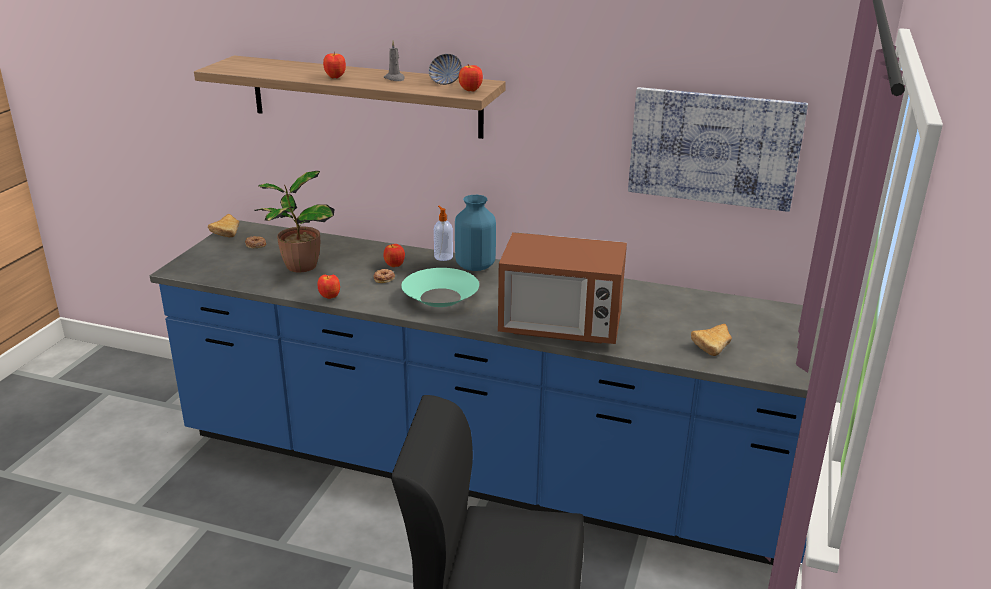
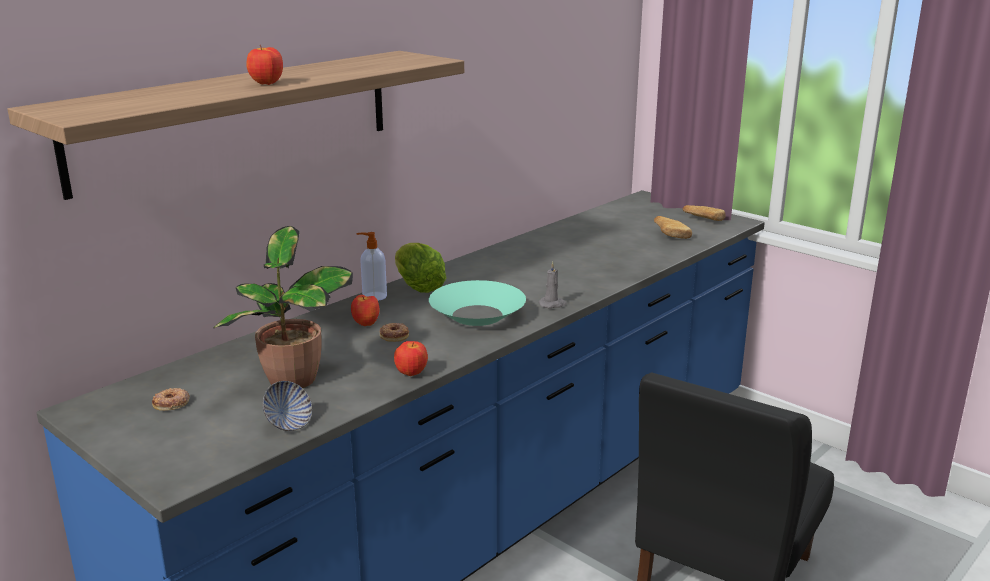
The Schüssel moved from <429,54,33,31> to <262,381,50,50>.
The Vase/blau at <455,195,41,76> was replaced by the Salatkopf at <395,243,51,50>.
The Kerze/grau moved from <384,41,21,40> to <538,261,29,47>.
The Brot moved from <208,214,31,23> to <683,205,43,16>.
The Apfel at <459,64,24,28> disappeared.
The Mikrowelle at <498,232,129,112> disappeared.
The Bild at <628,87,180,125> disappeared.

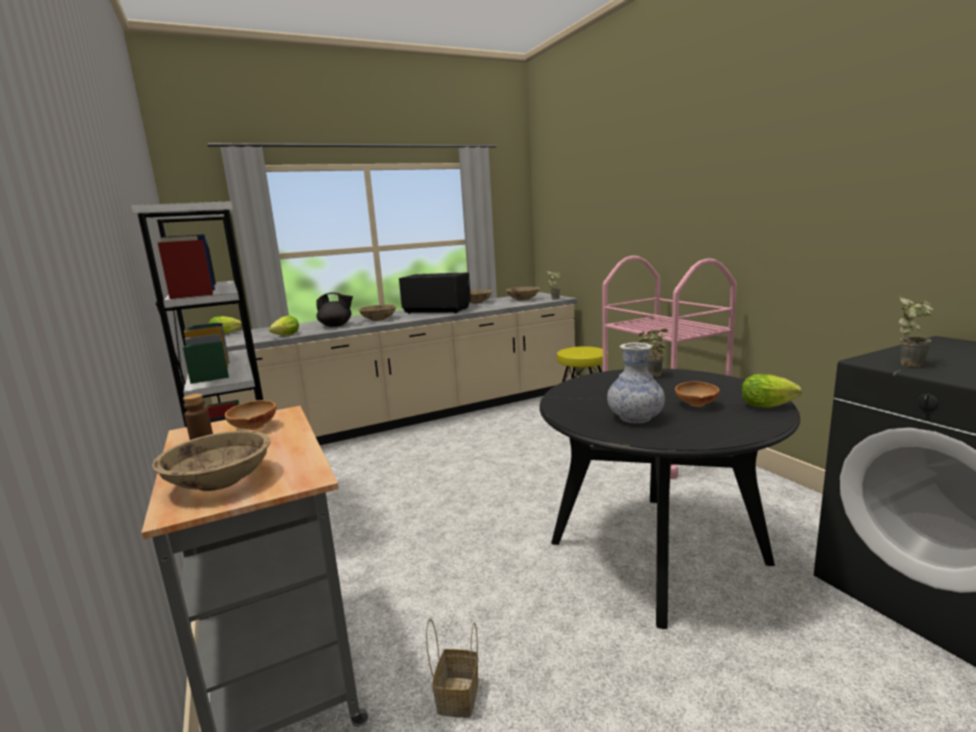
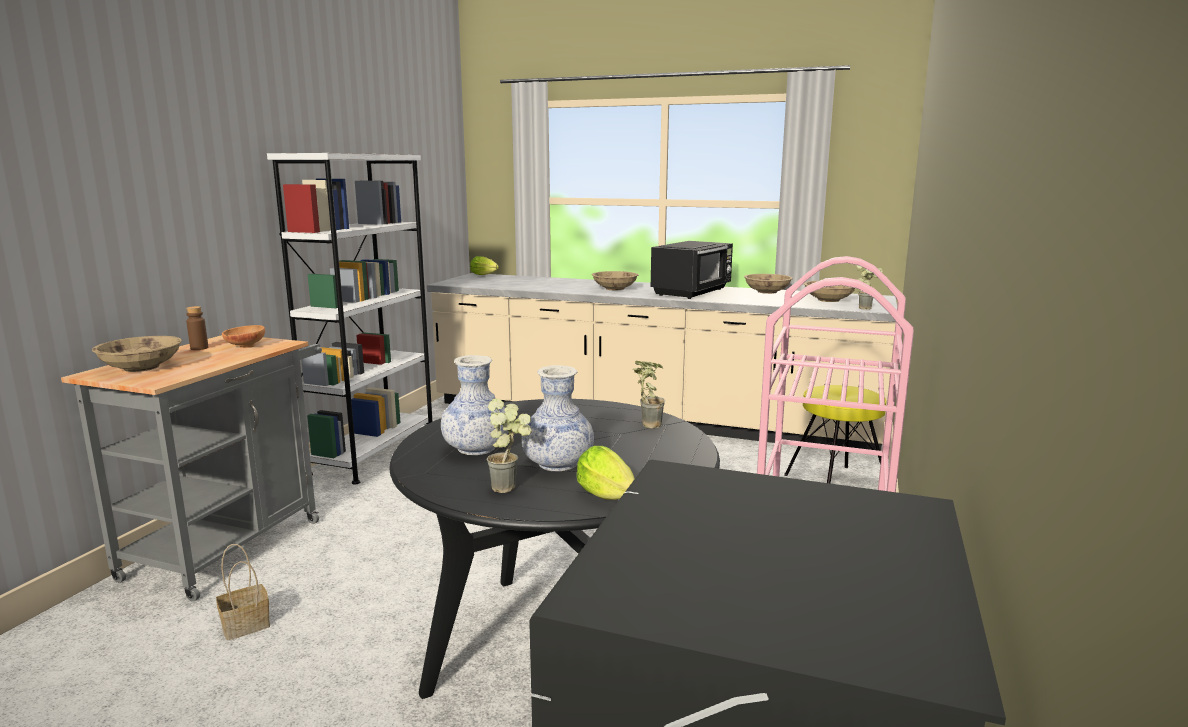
The Topfpflanze moved from <899,297,35,70> to <487,398,45,95>.
The Schüssel/braun at <675,382,44,25> was replaced by the Vase at <521,365,73,106>.
The Mikrowelle/schwarz at <399,272,72,42> turned 60 degrees clockwise.
The Salatkopf at <269,315,30,20> disappeared.
The Teekanne/schwarz at <316,292,37,35> disappeared.

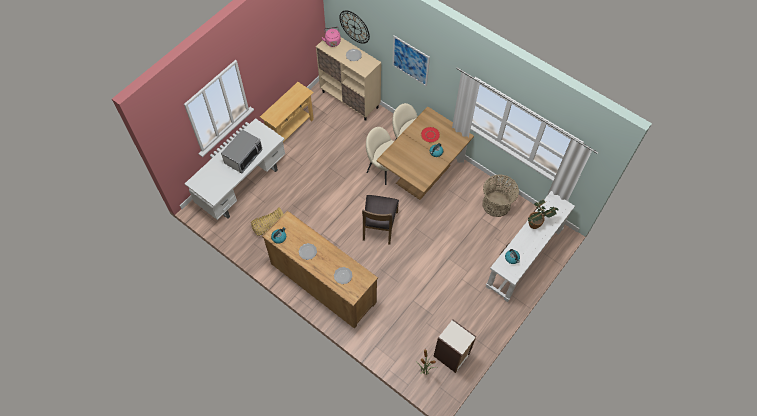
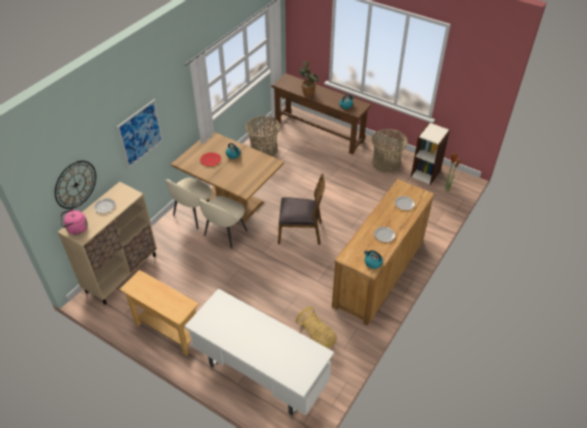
The Konsolentisch/weiß at <486,191,89,111> became the Konsolentisch/braun at <271,73,100,82>.
The Korb at <372,129,36,43> appeared.
The Mikrowelle at <221,129,42,45> disappeared.

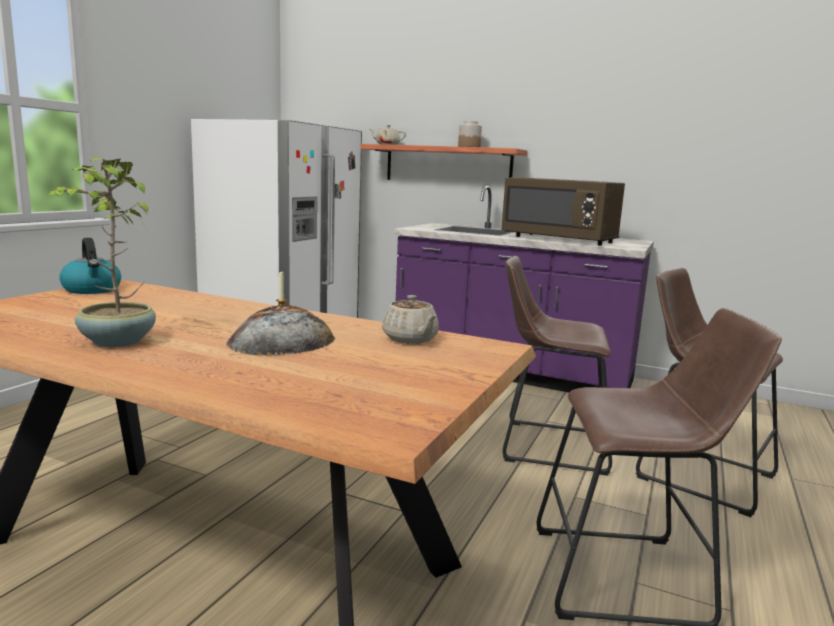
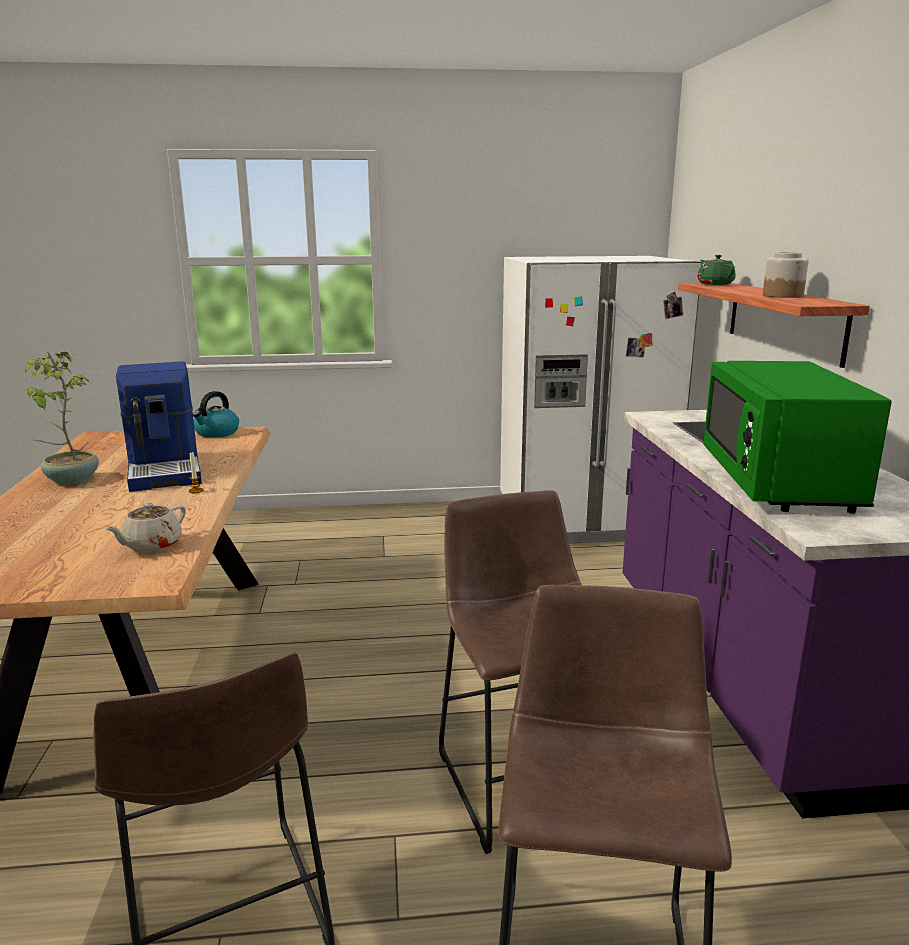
The Kaffeemaschine at <116,361,86,131> appeared.
The Teekanne/beige at <370,125,36,20> became the Teekanne/grün at <697,255,39,30>.
The Mikrowelle/braun at <502,177,123,69> became the Mikrowelle/grün at <703,361,189,153>.
The Brot at <226,305,109,50> disappeared.

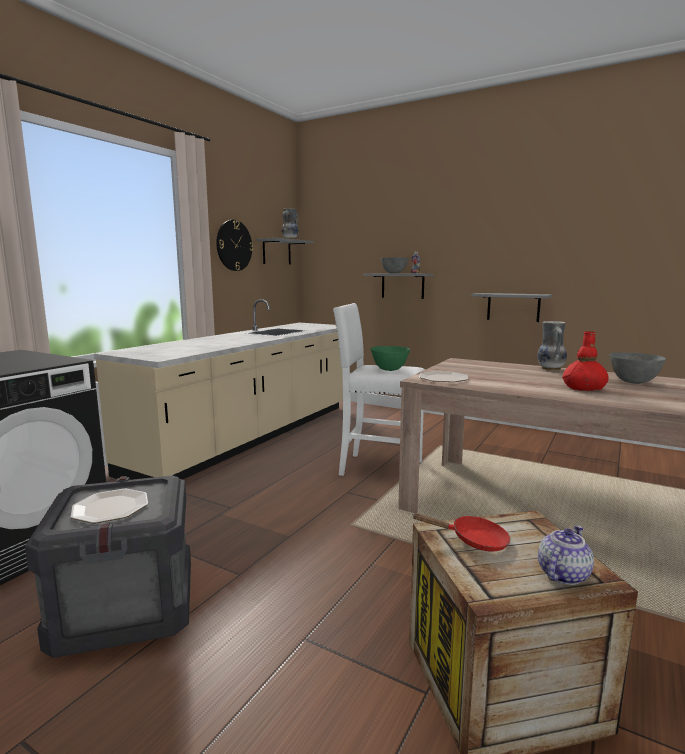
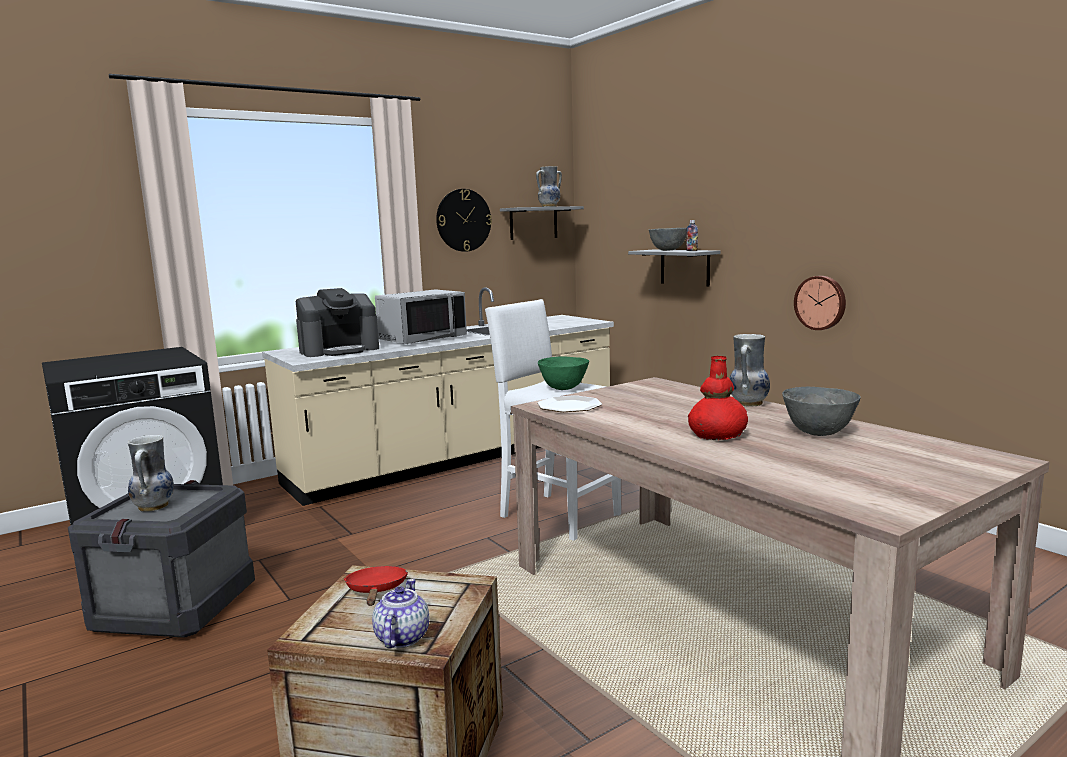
The Teller at <71,489,77,34> was replaced by the Vase at <128,435,46,77>.
The Kaffeemaschine at <296,288,83,69> appeared.
The Pfanne/rot at <412,513,98,39> turned 135 degrees counterclockwise.
The Teekanne at <538,525,56,60> turned 60 degrees counterclockwise.
The Mikrowelle/grau at <375,289,92,55> appeared.
The Wandregal/grau at <471,293,81,29> was replaced by the Wanduhr at <794,276,52,54>.

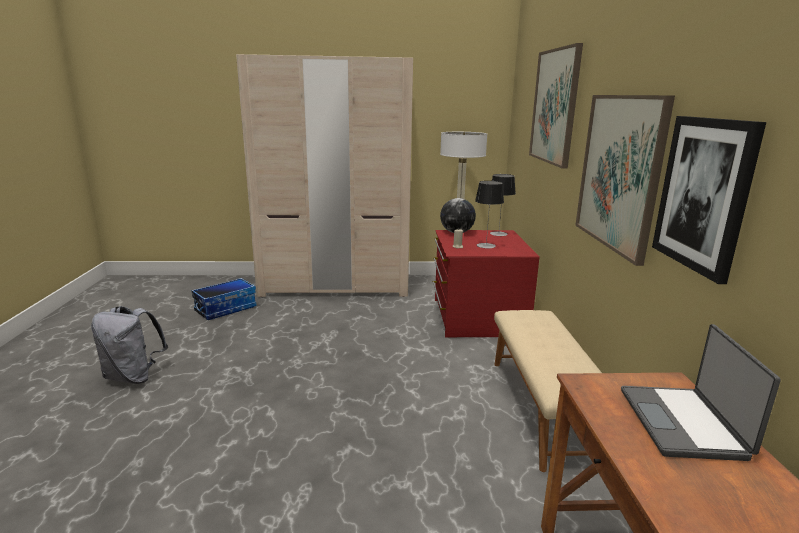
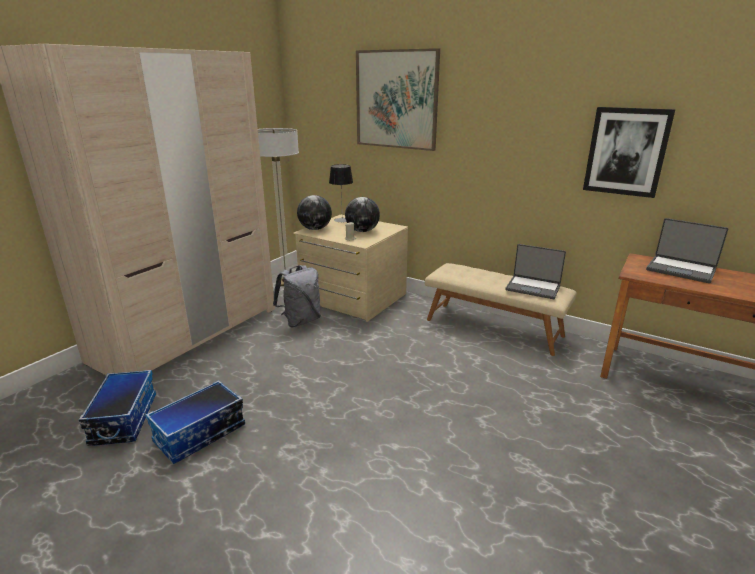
The Aufbewahrungsbox at <146,380,99,84> appeared.
The Rucksack/grau moved from <91,306,77,78> to <273,265,48,62>.
The Kommode/rot at <432,230,108,107> became the Kommode/beige at <293,215,115,107>.
The Tischlampe at <475,181,29,67> was replaced by the Globus at <345,197,35,35>.
The Laptop at <505,244,61,55> appeared.
The Bild at <575,95,100,171> disappeared.

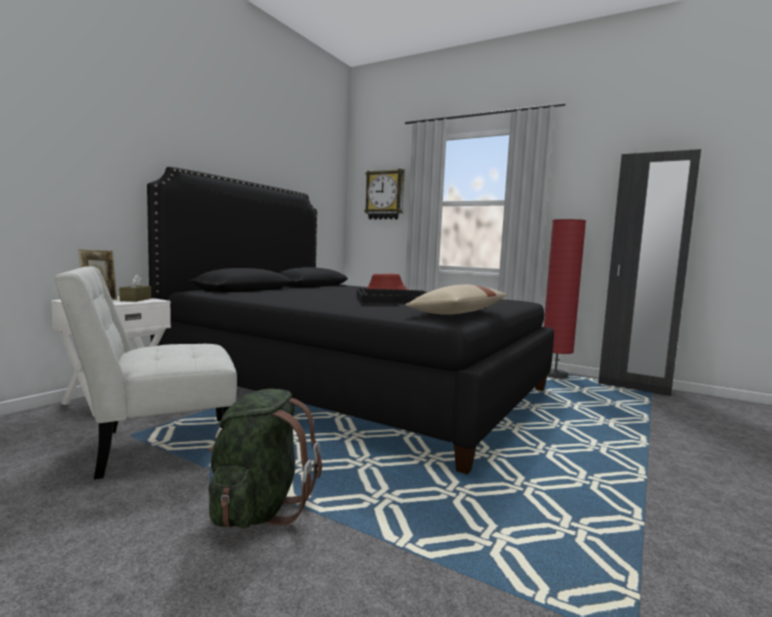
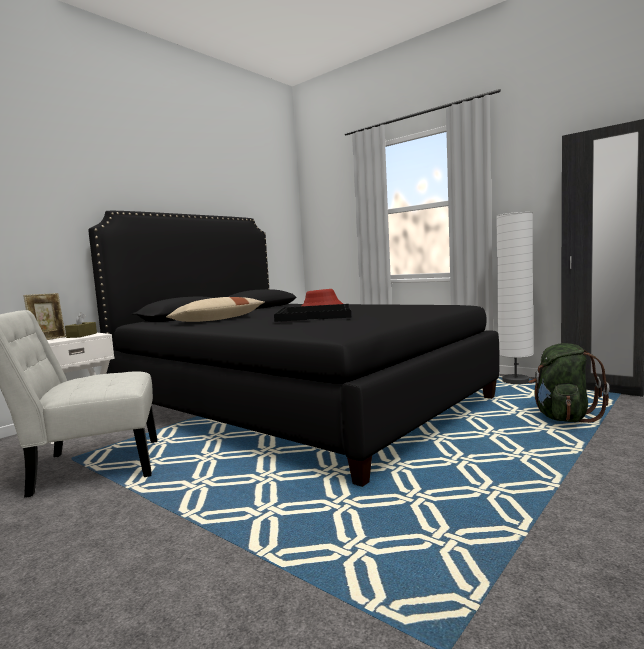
The Kissen/beige moved from <405,284,103,31> to <166,297,98,25>.
The Stehlampe/rot at <544,219,42,160> became the Stehlampe/weiß at <496,212,37,172>.
The Rucksack/grün moved from <208,389,114,139> to <528,343,81,80>.
The Wanduhr at <364,169,41,50> disappeared.

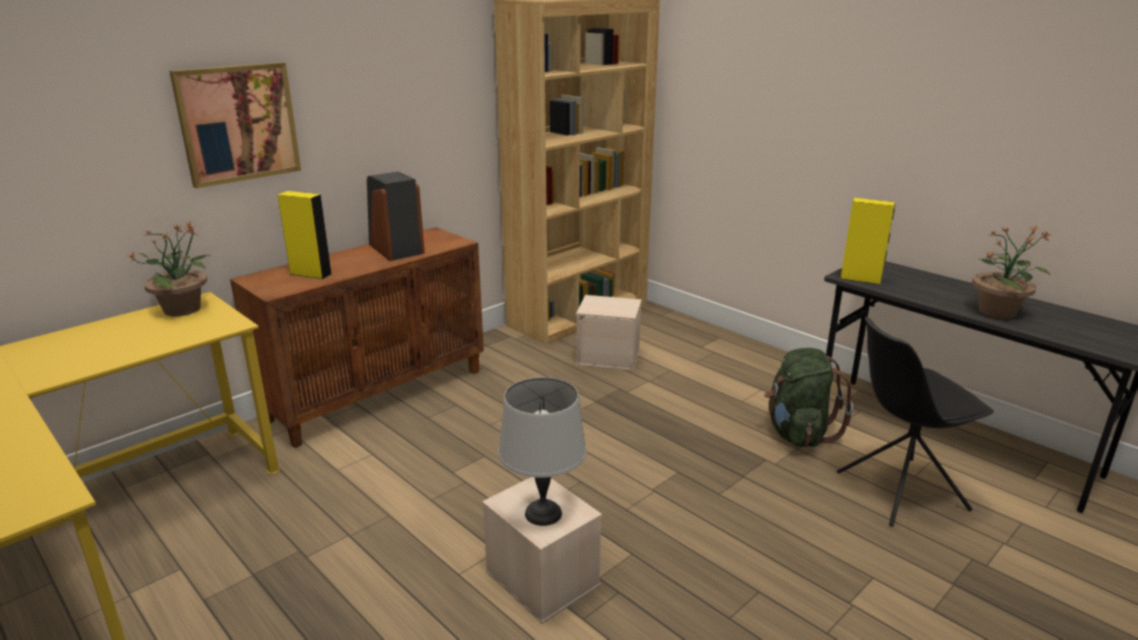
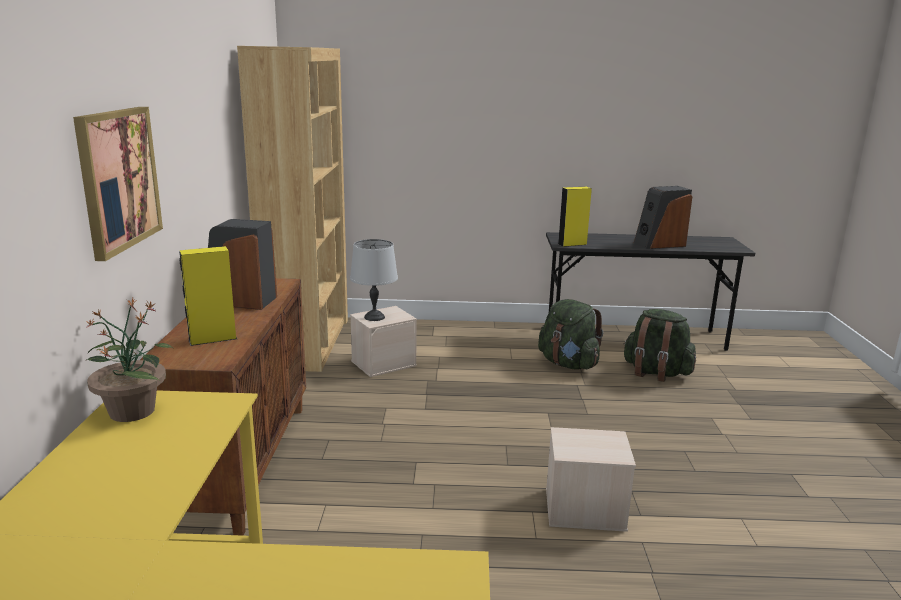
The Tischlampe/grau moved from <498,377,88,149> to <350,239,48,82>.
The Stuhl/schwarz at <837,317,157,210> was replaced by the Rucksack/grün at <624,309,72,73>.
The Topfpflanze at <972,226,79,93> was replaced by the Lautsprecher at <634,186,58,63>.

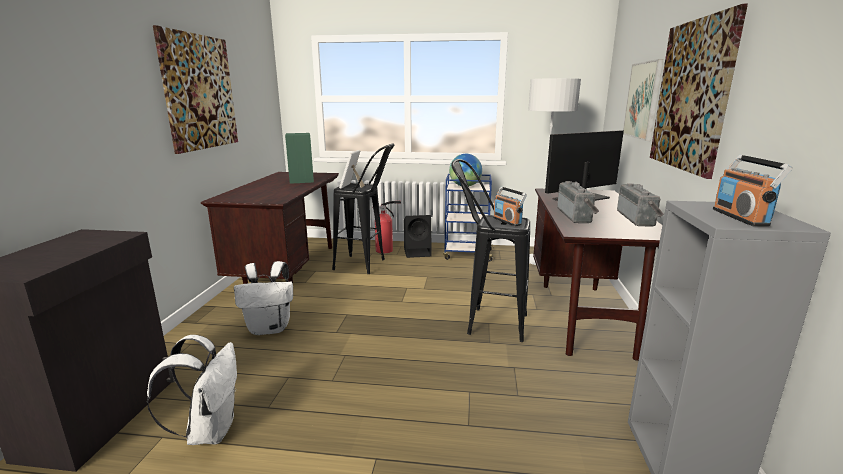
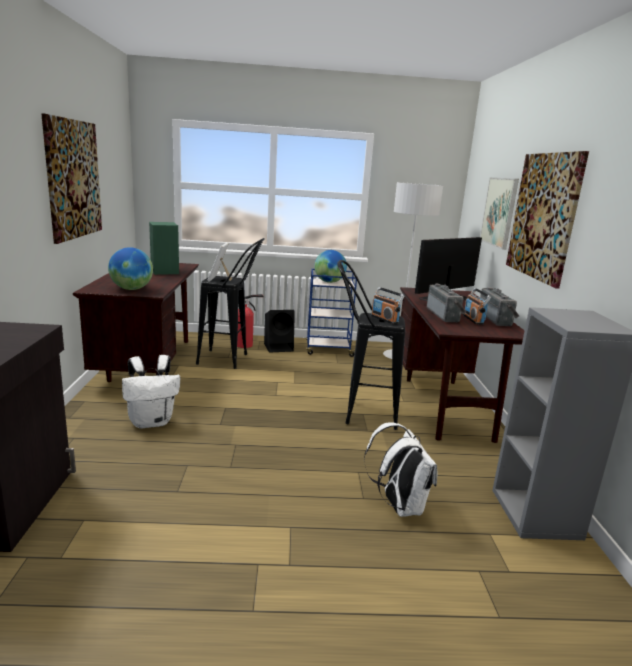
The Globus at <108,247,45,43> appeared.
The Rucksack/weiß moved from <147,335,90,110> to <364,422,73,95>.
The Radio moved from <713,155,79,72> to <463,288,28,36>.

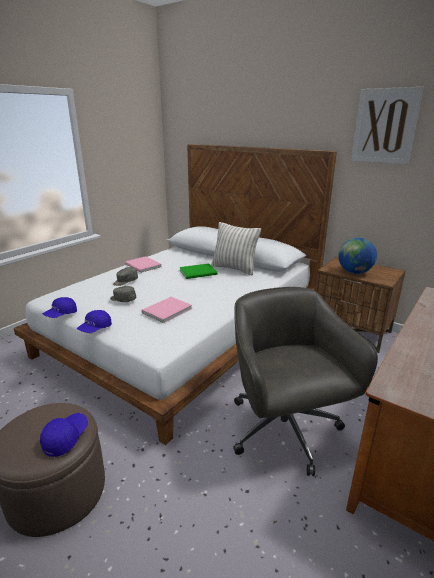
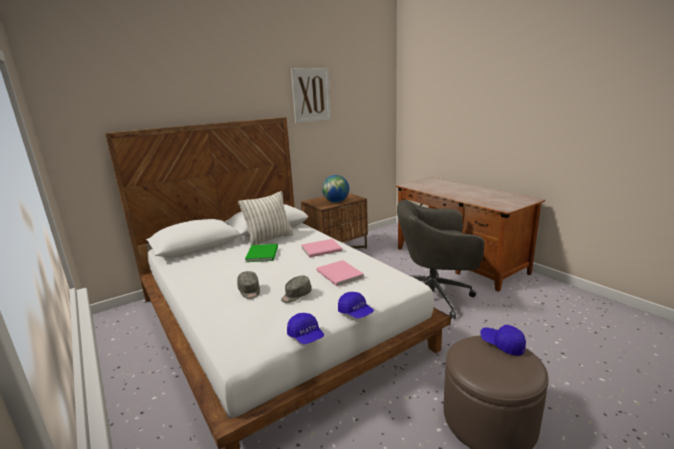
The Buch/rosa moved from <125,256,36,17> to <301,239,41,18>.

